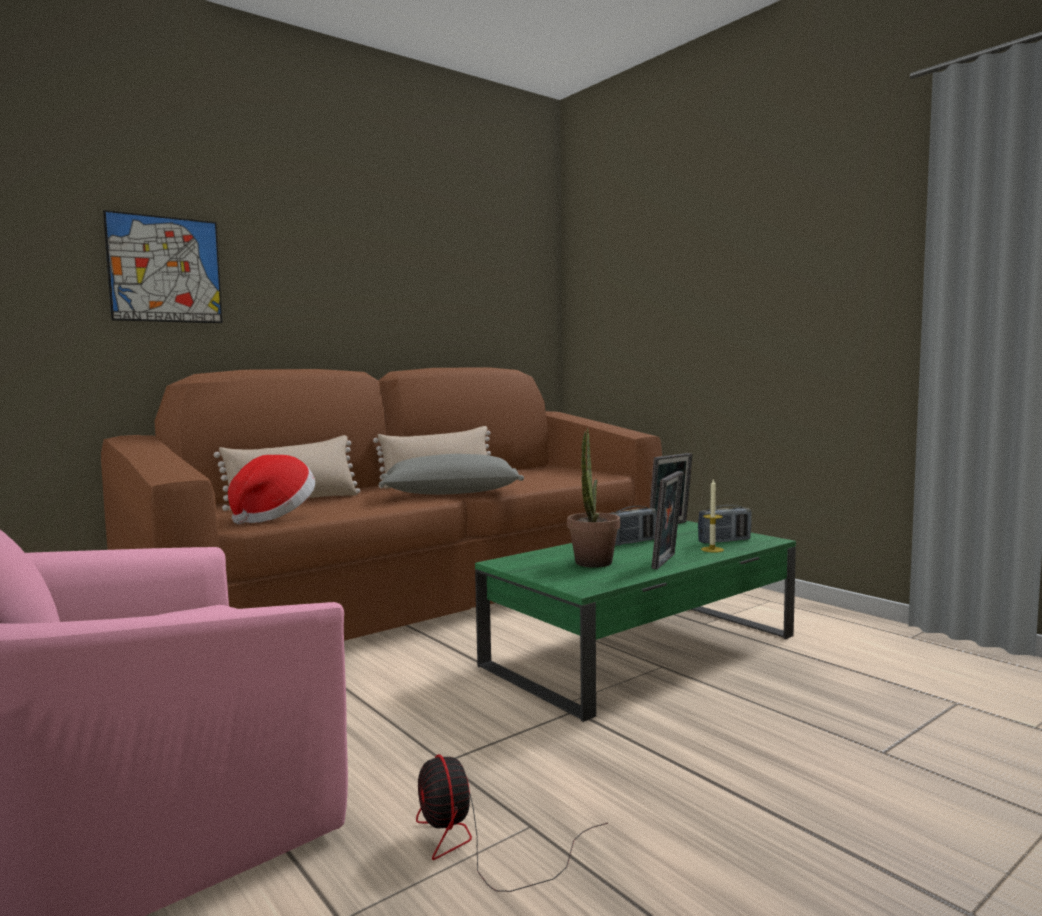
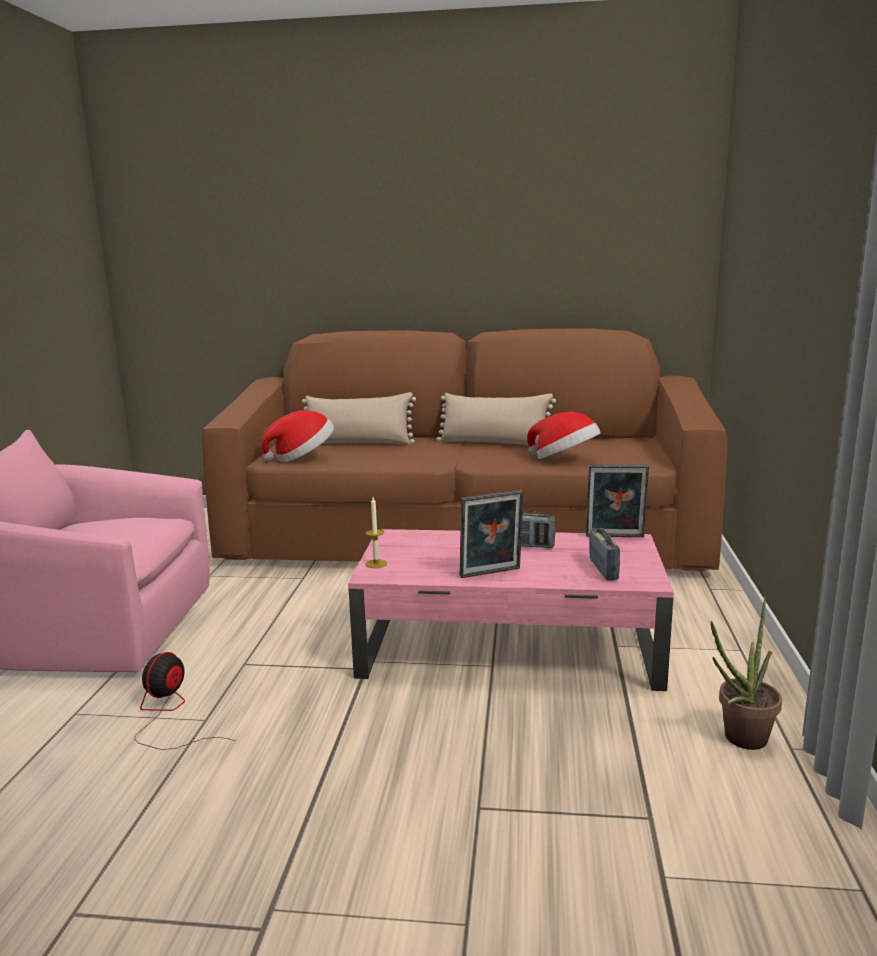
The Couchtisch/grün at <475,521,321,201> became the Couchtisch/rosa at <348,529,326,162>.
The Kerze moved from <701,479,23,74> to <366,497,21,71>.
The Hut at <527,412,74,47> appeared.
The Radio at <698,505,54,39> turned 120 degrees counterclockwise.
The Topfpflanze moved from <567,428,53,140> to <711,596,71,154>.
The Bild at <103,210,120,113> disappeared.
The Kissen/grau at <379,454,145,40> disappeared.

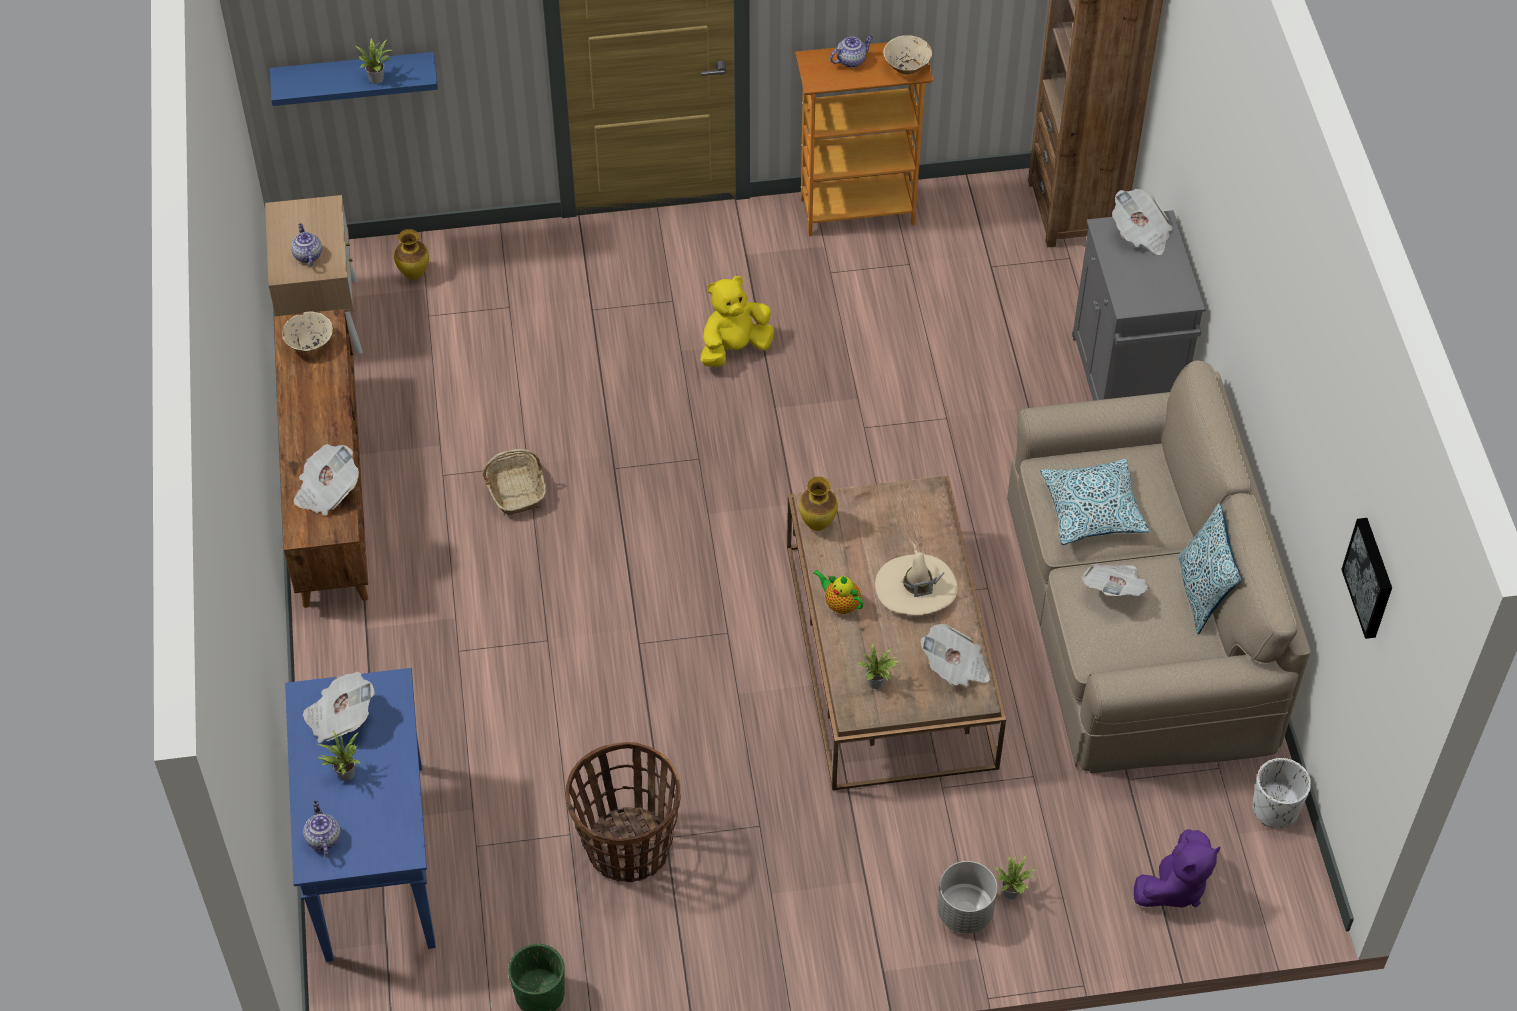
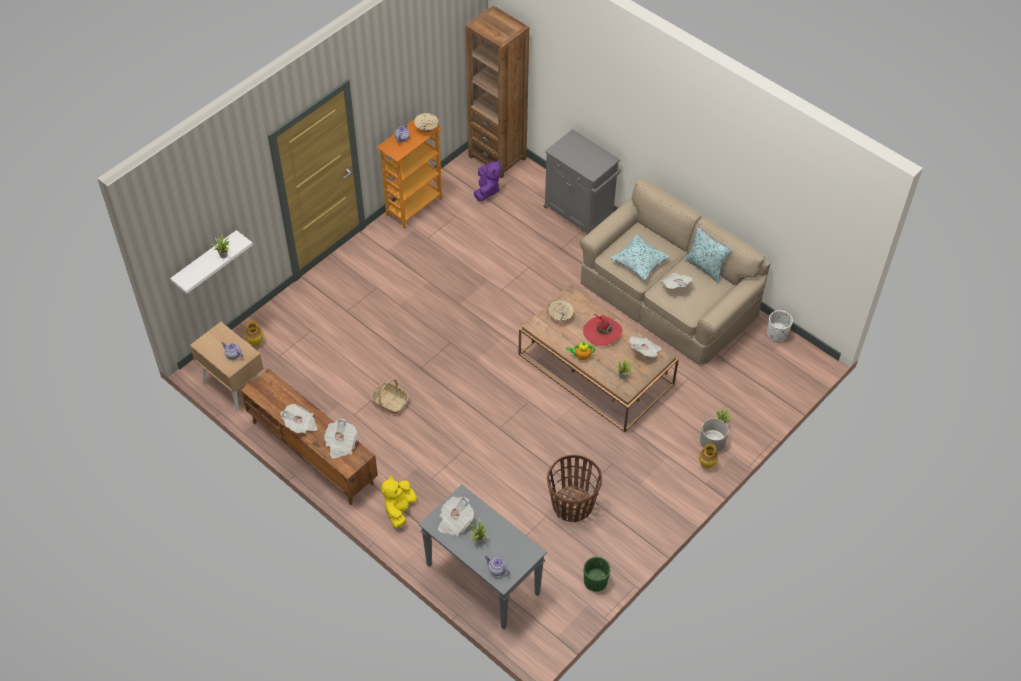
The Wandregal/blau at <270,52,168,54> became the Wandregal/weiß at <170,230,83,64>.
The Zeitung moved from <1112,189,61,66> to <281,404,36,30>.
The Plüschtier/gelb moved from <700,276,74,91> to <381,476,36,52>.
The Konsolentisch/blau at <285,668,151,294> became the Konsolentisch/grau at <418,484,129,146>.
The Plüschtier/lila moved from <1134,829,87,79> to <474,160,27,41>.
The Schüssel/beige moved from <282,312,51,40> to <549,300,25,21>.
The Hut/beige at <875,542,83,73> became the Hut/rot at <583,314,39,32>.
The Vase moved from <799,477,39,54> to <699,443,19,26>.
The Bild at <1341,518,51,121> disappeared.

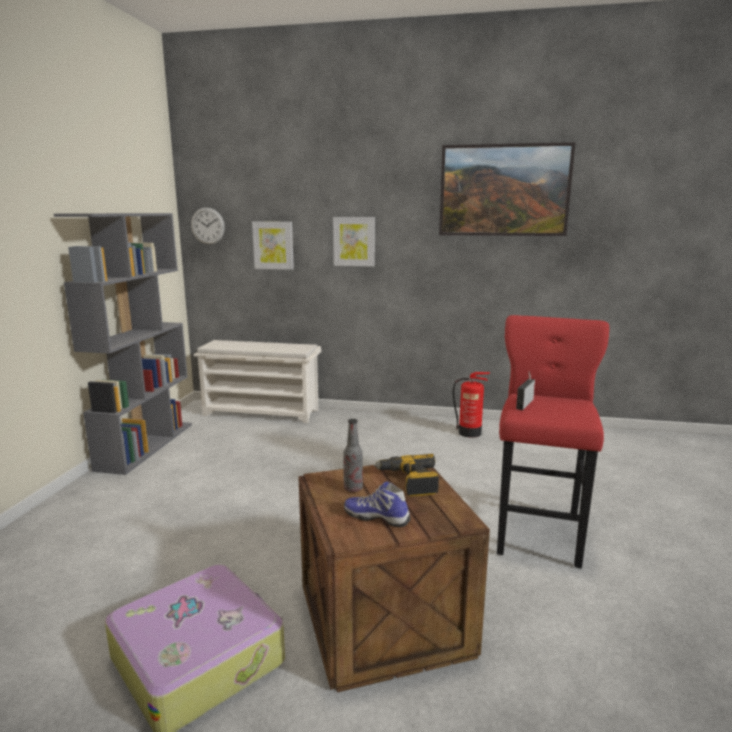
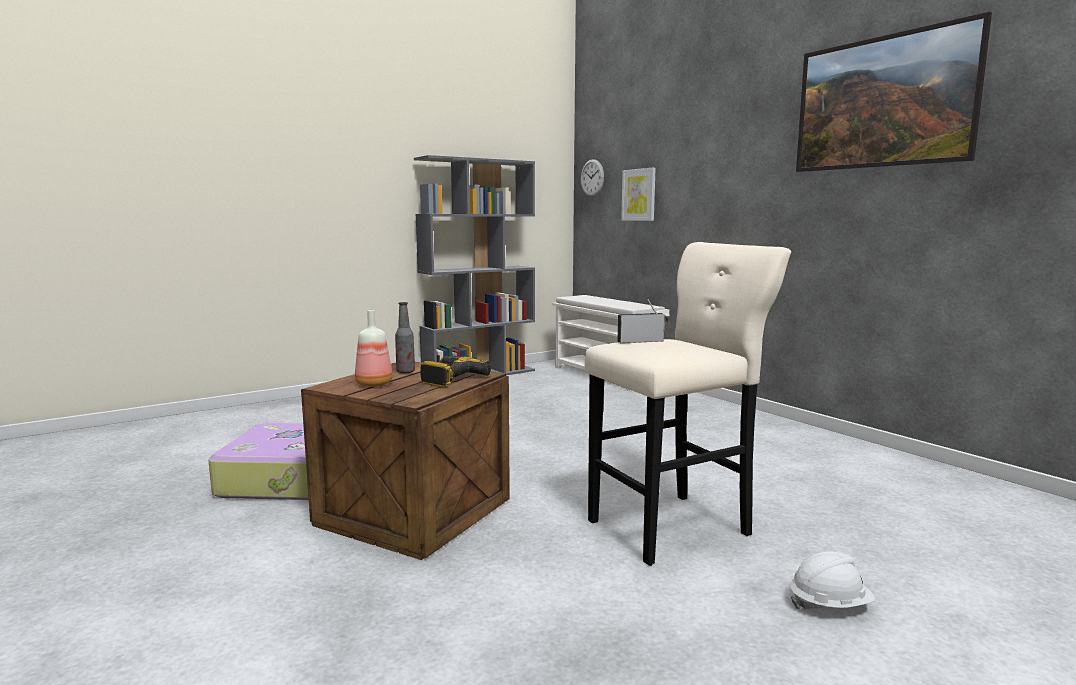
The Schuh at <344,481,67,46> was replaced by the Flasche at <355,310,37,77>.
The Hocker/rot at <497,315,112,254> became the Hocker/beige at <584,242,207,324>.
The Schutzhelm/weiß at <790,552,86,58> appeared.
The Bild at <333,217,42,50> disappeared.
The Feuerlöscher at <453,372,37,66> disappeared.

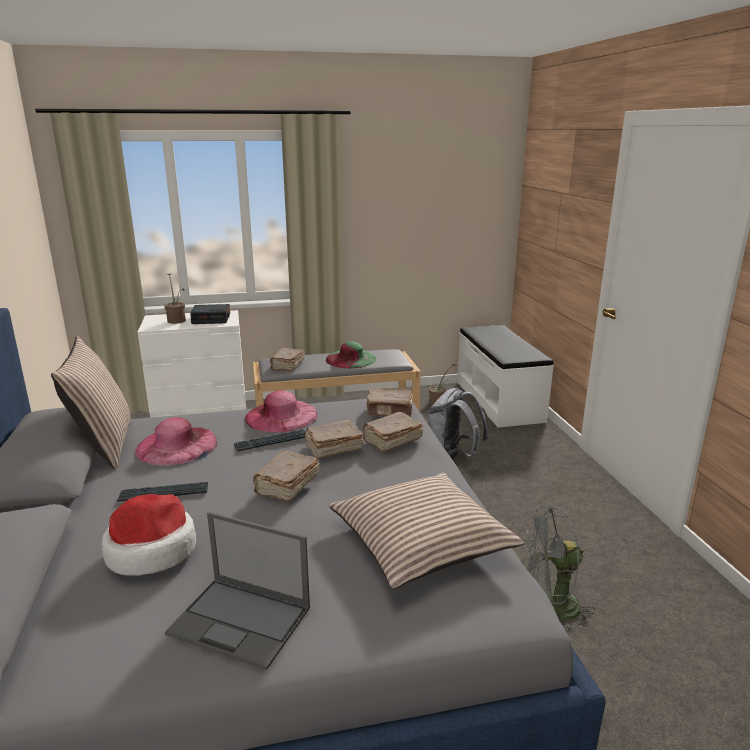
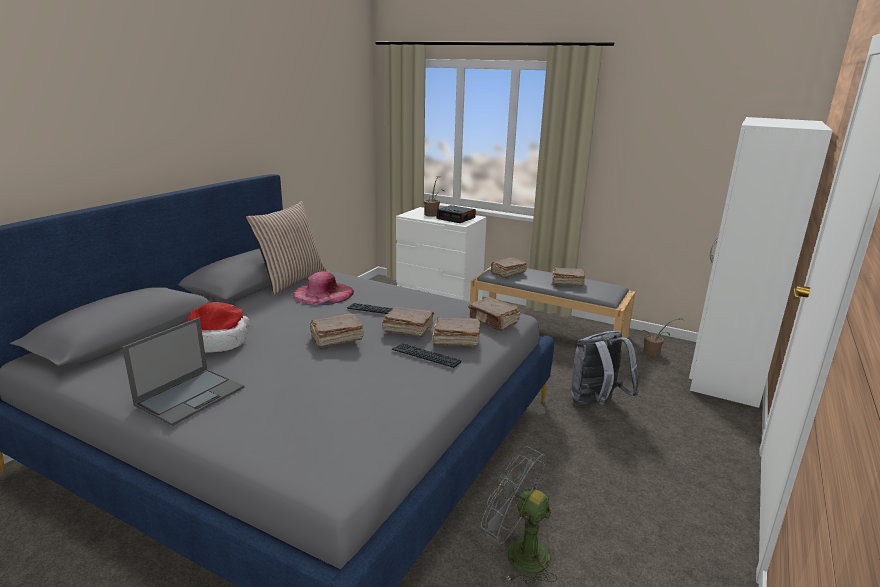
The Laptop at <165,512,145,158> turned 120 degrees counterclockwise.
The Tastatur moved from <117,482,91,20> to <392,343,70,25>.
The Hut/grün at <326,341,50,27> was replaced by the Buch/braun at <552,267,33,19>.
The Bank/weiß at <457,325,97,103> was replaced by the Kleiderschrank/weiß at <689,117,144,291>.
The Hut/rosa at <245,390,73,43> disappeared.
The Kissen at <329,473,195,116> disappeared.

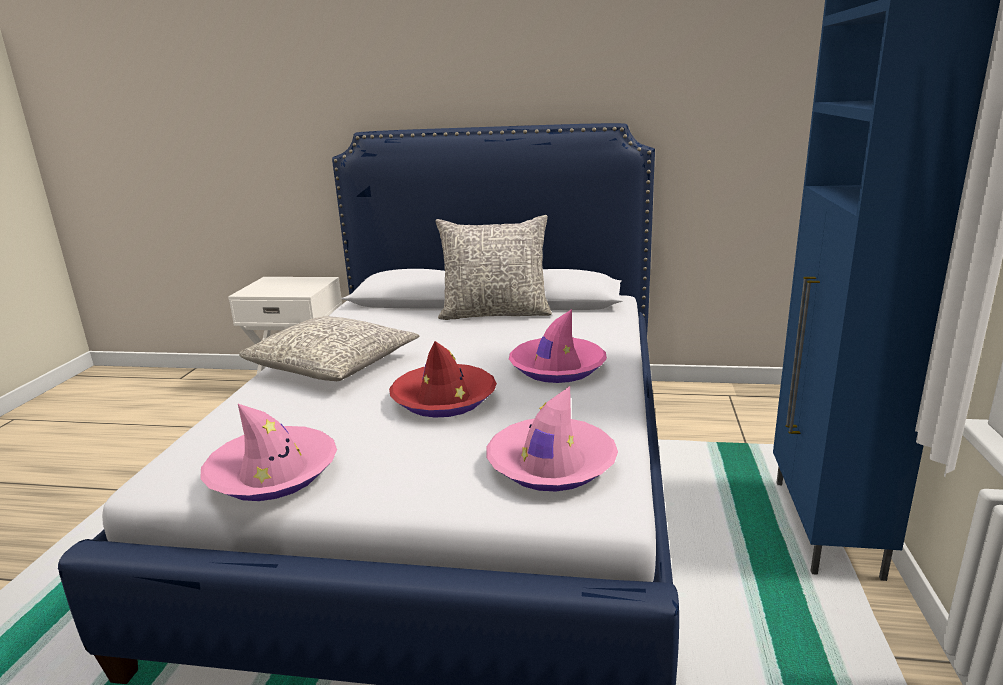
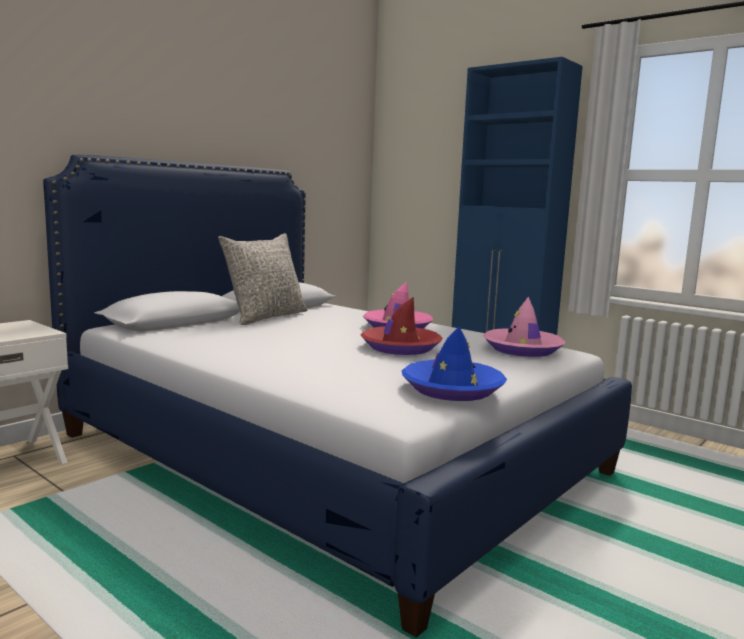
The Hut/rosa at <200,404,137,97> became the Hut/blau at <402,326,105,75>.
The Kissen/grau at <239,316,181,65> disappeared.

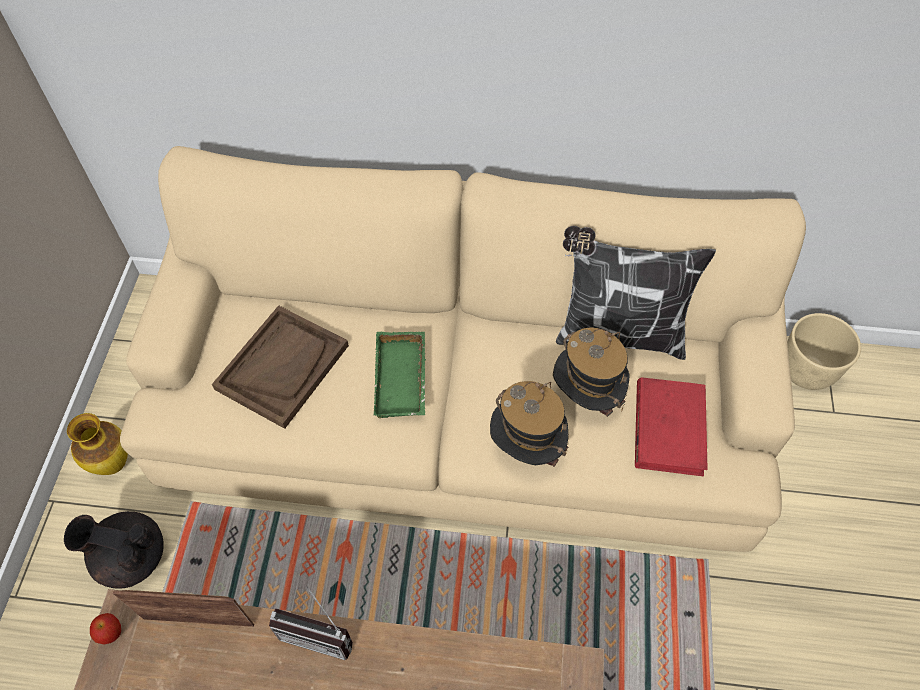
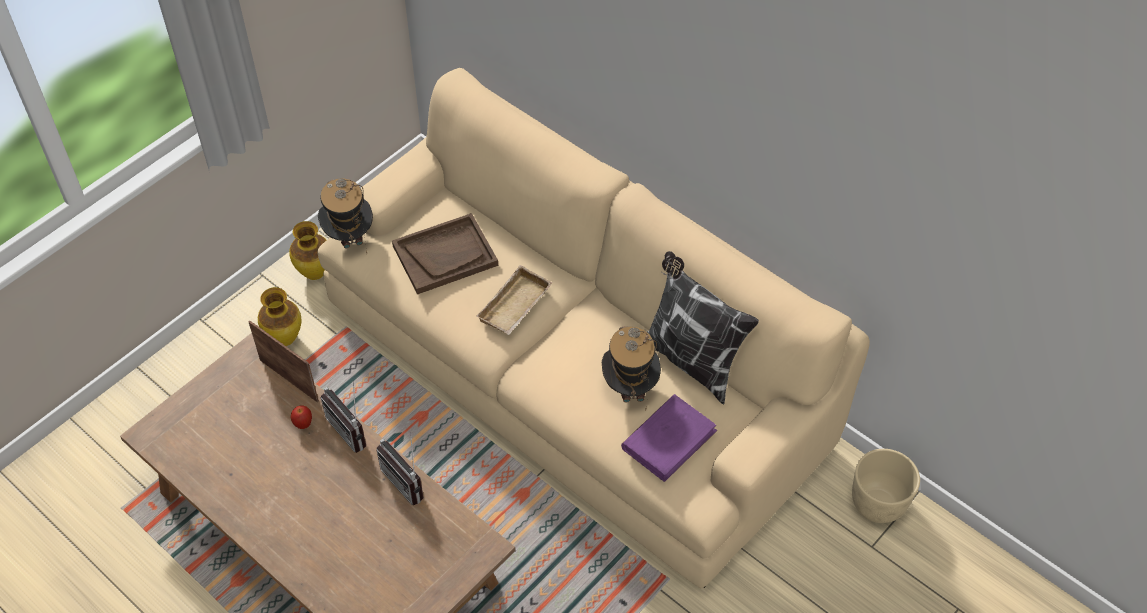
The Teekanne/schwarz at <64,511,99,78> was replaced by the Vase at <258,287,44,59>.
The Apfel moved from <90,613,31,32> to <290,405,22,24>.
The Hut moved from <490,381,79,86> to <318,178,55,75>.
The Radio at <376,433,48,72> appeared.
The Tablett/grün at <374,332,52,86> became the Tablett/beige at <476,265,77,70>.
The Buch/rot at <635,377,73,99> became the Buch/lila at <621,394,96,88>.

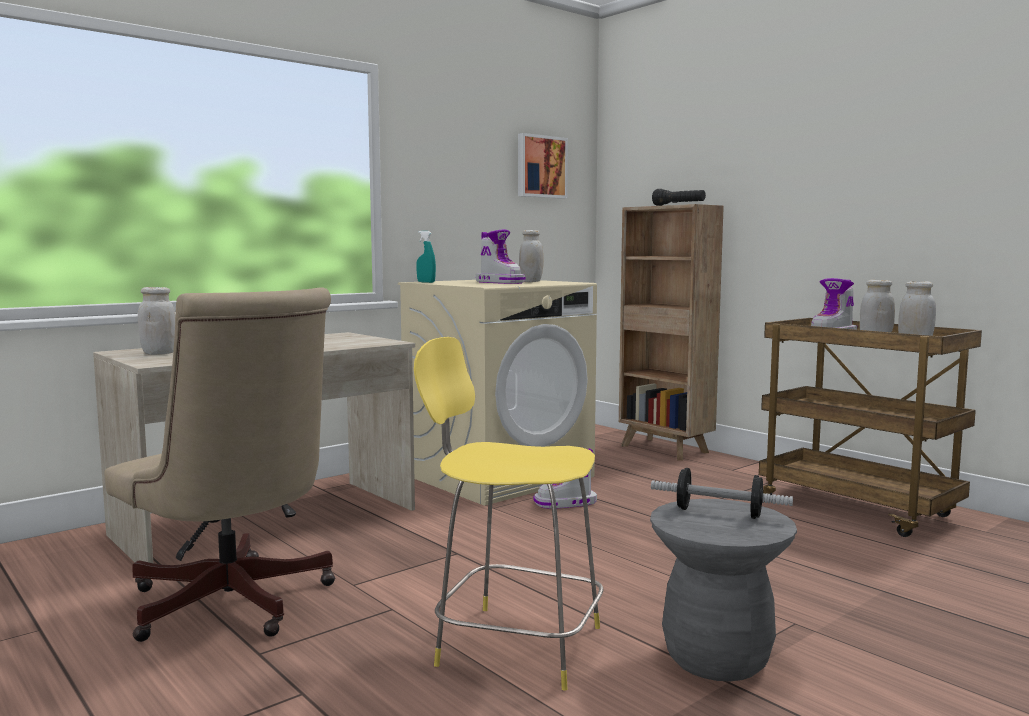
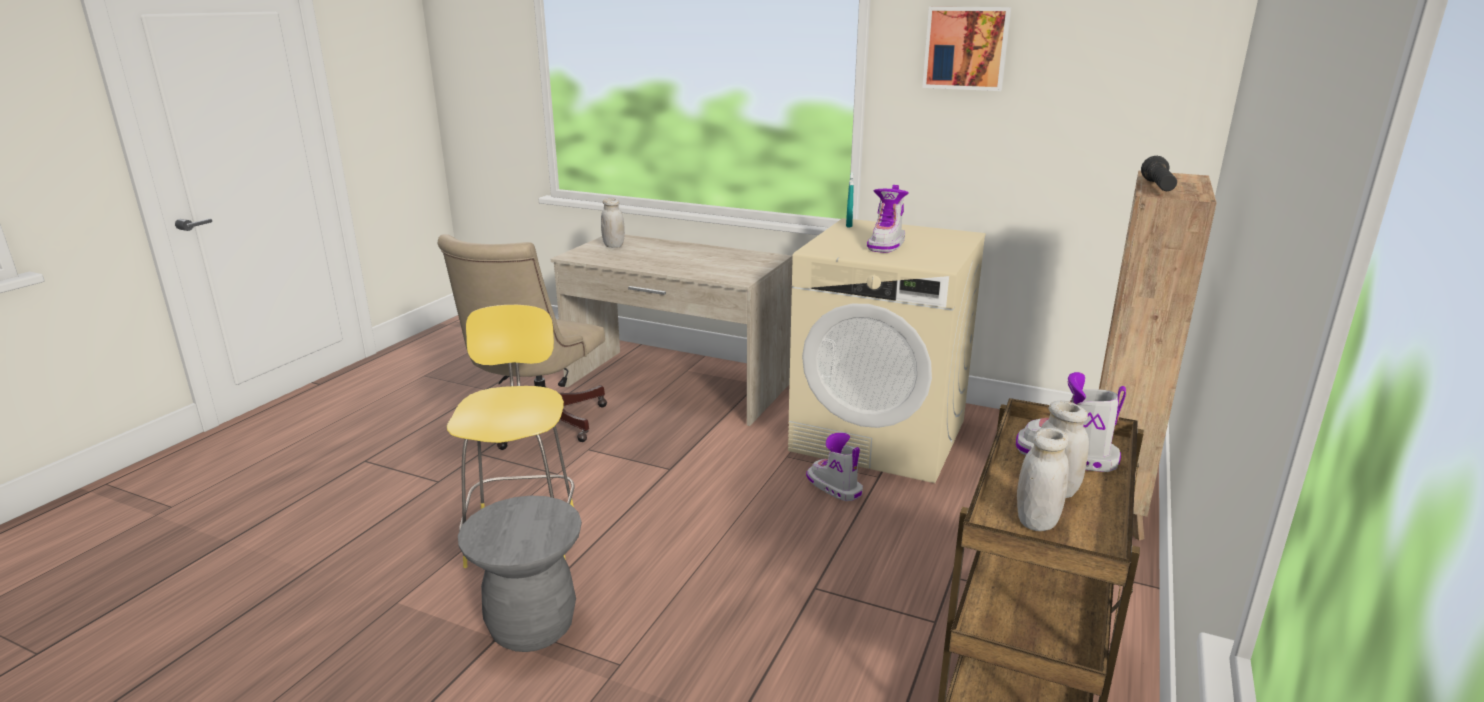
The Bild moved from <518,133,50,66> to <922,7,89,84>.
The Vorratsglas/weiß at <519,230,25,52> disappeared.
The Hantel at <651,468,142,51> disappeared.

